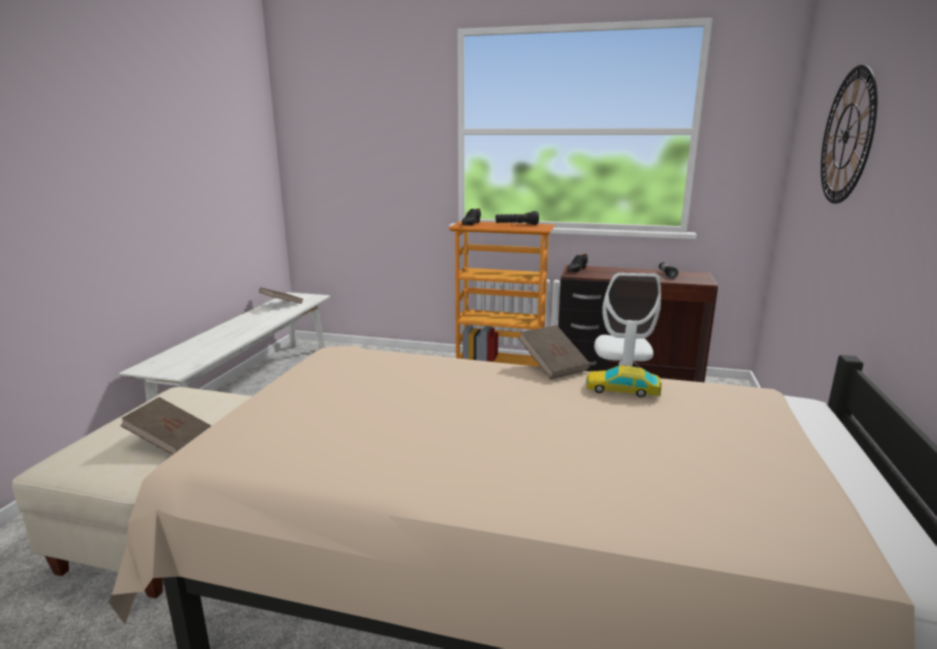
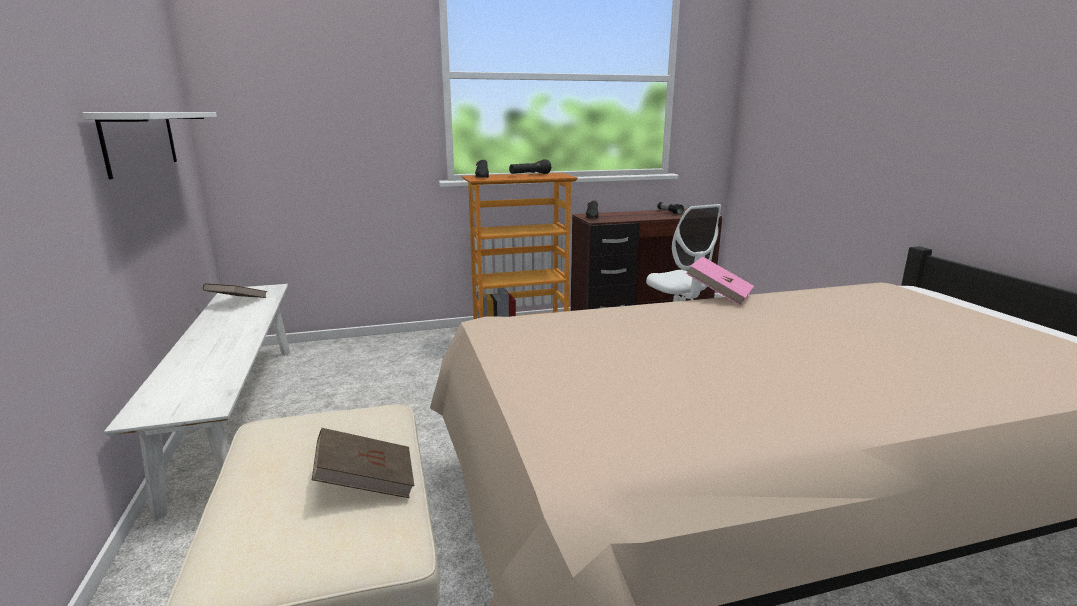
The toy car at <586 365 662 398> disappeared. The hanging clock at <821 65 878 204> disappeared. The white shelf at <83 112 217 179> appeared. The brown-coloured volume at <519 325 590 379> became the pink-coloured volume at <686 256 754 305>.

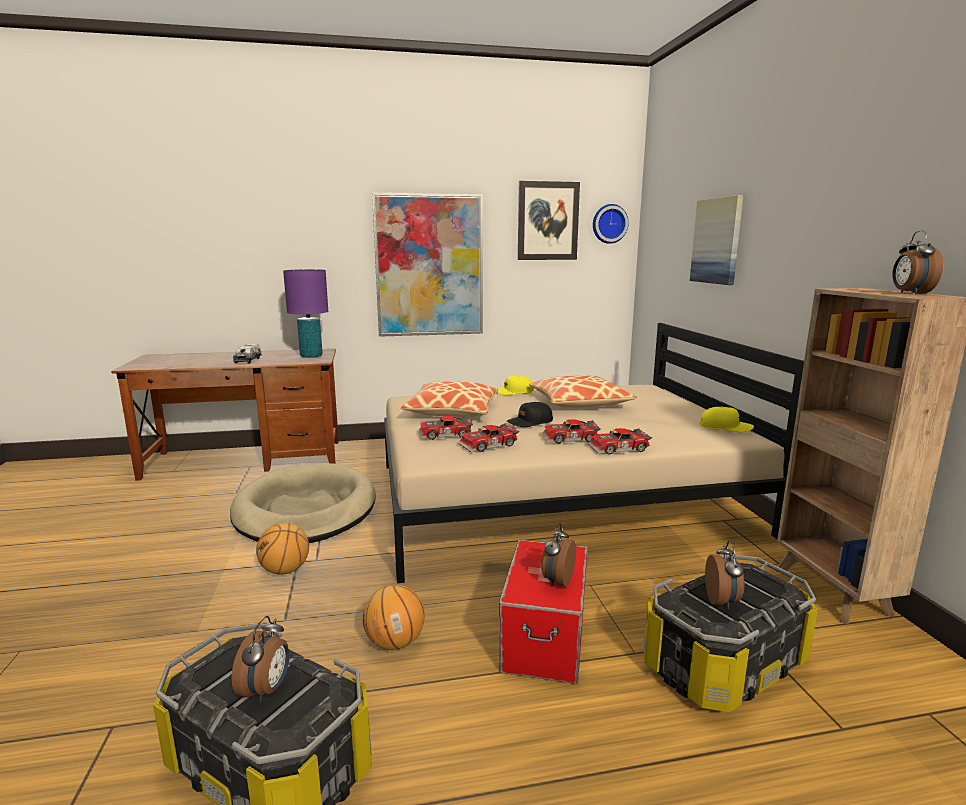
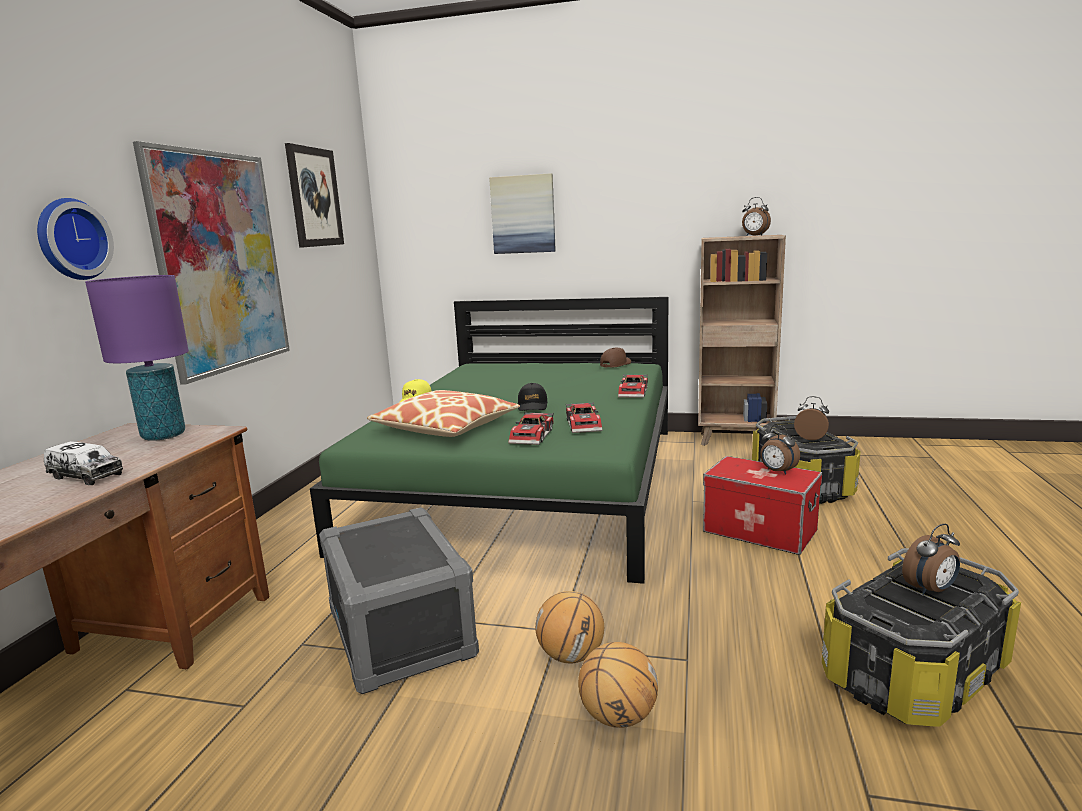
The throw pillow at <529 375 637 408> disappeared. The toy car at <542 419 601 444> disappeared. The basketball moved from <363 585 425 650> to <578 642 658 728>. The hanging clock moved from <593 204 629 244> to <37 198 114 280>. The beige-coloured dog cushion at <230 463 376 543> was replaced by the gray storage container at <319 507 479 694>. The beige-coloured bed at <384 323 804 583> became the green bed at <310 297 668 584>. The yellow-coloured baseball cap at <699 407 754 432> became the brown-coloured baseball cap at <600 348 631 368>. The table clock at <231 616 289 702> turned 120 degrees clockwise.

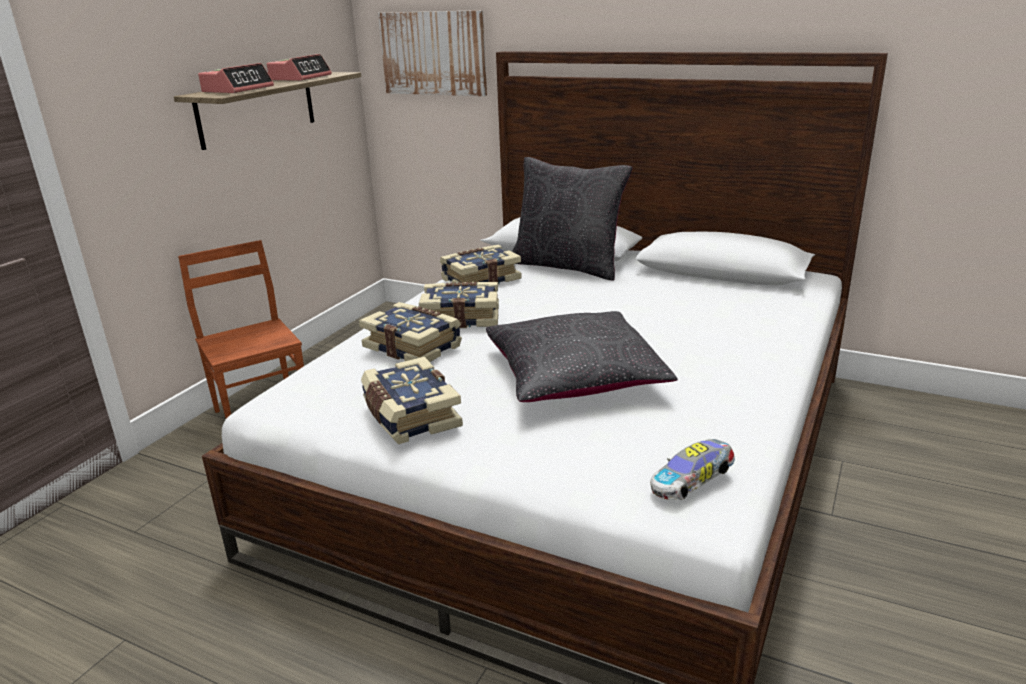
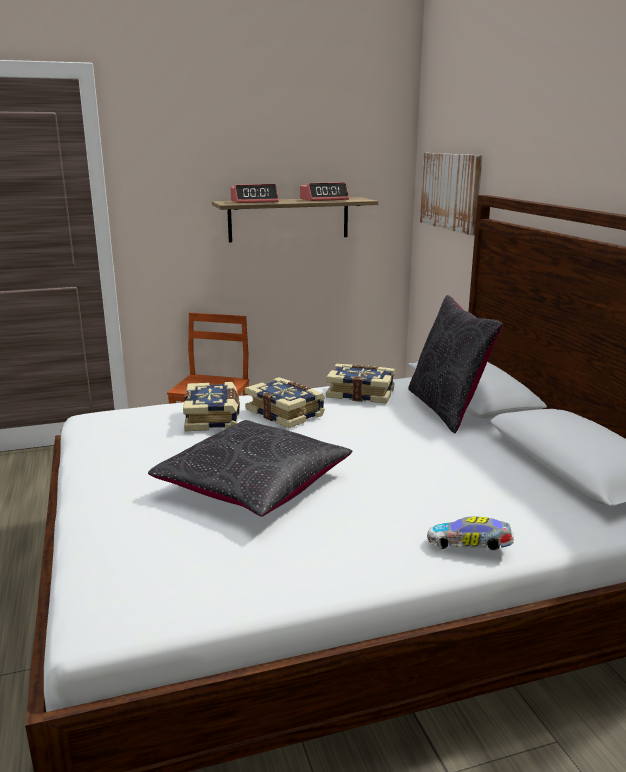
The volume at <361 357 463 444> disappeared. The toy car moved from <650 439 735 500> to <427 516 514 550>.

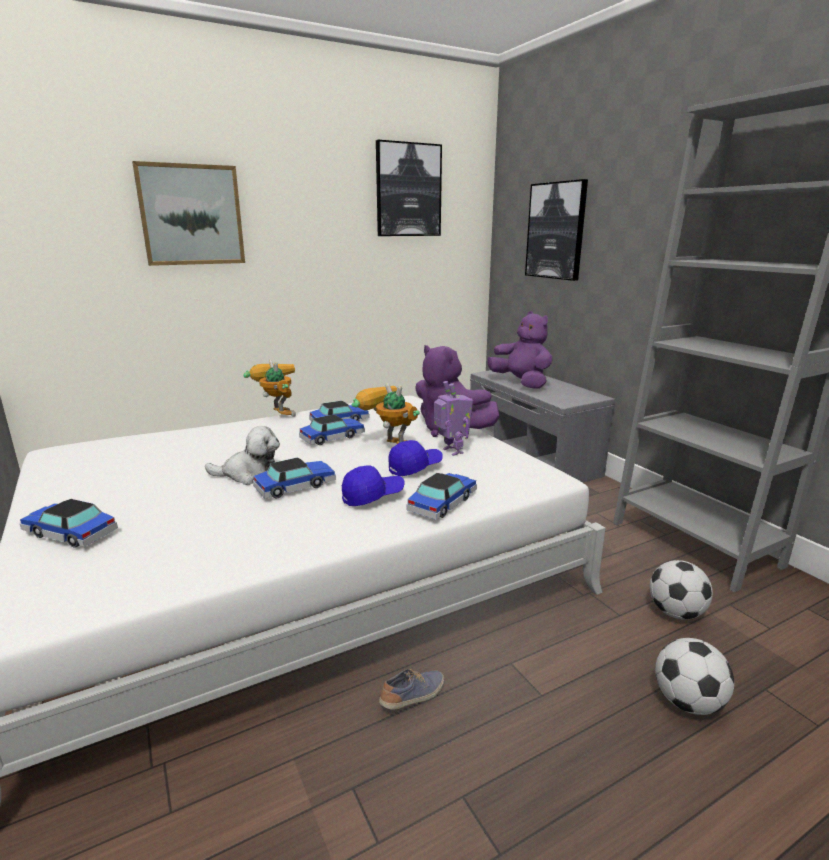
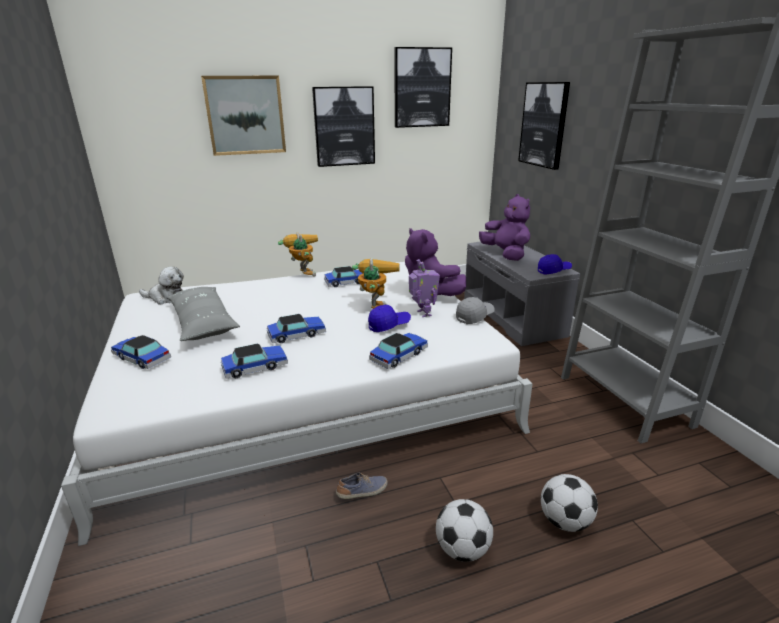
The gray throw pillow at <166 287 240 341> appeared. The wall picture at <312 86 375 167> appeared. The gray baseball cap at <456 297 495 324> appeared. The cuddly toy moved from <205 426 280 485> to <139 266 184 305>. The toy car moved from <299 415 365 445> to <221 343 288 379>. The blue-coloured baseball cap moved from <342 466 405 506> to <538 254 572 274>. The football ball moved from <650 560 713 620> to <436 499 493 562>. The robot figure at <352 383 420 444> turned 45 degrees clockwise.

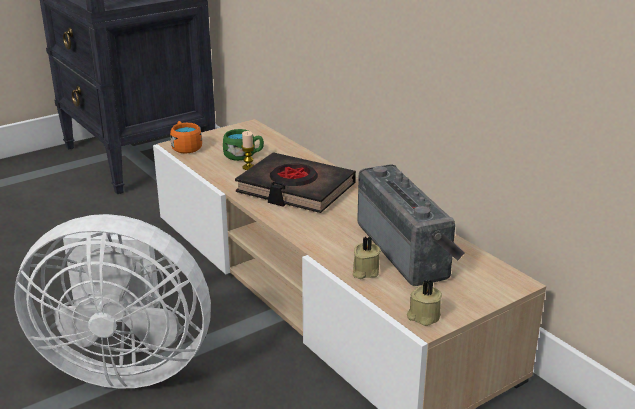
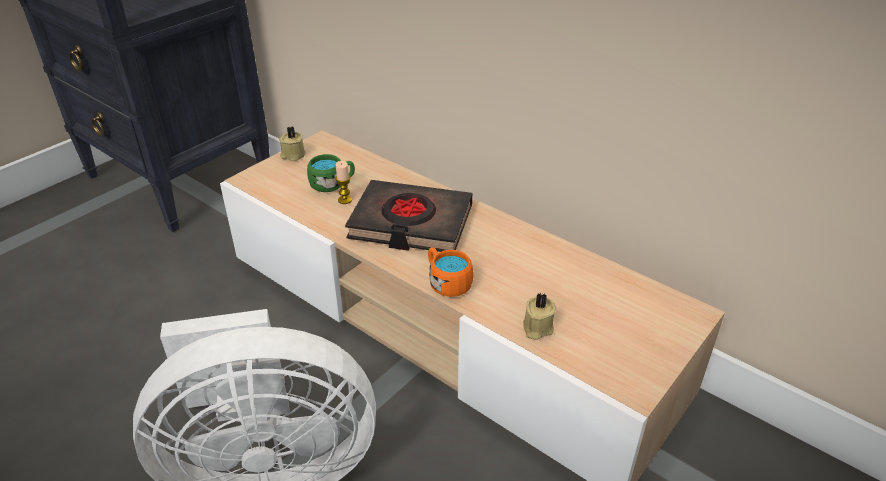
The radio receiver at <357 164 465 286> disappeared. The orangey coffee mug moved from <170 121 202 154> to <428 247 473 297>. The beige-coloured candle moved from <407 280 442 326> to <279 126 306 161>.

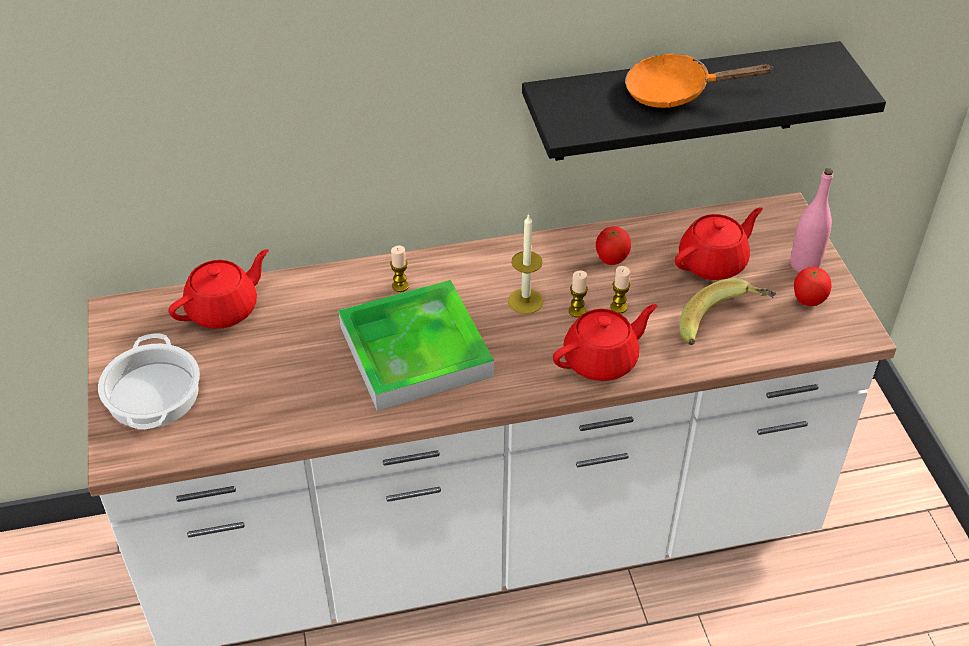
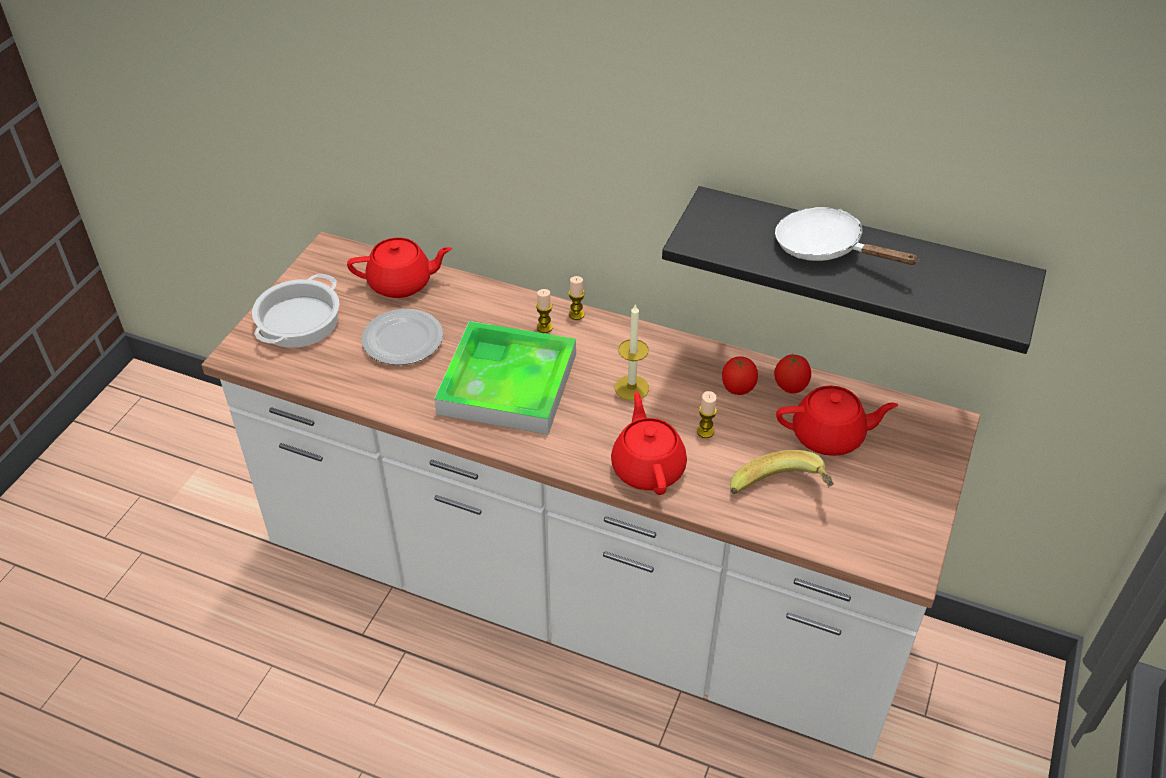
The pink-coloured beverage bottle at <790 168 833 272> disappeared. The dinner plate at <361 309 443 365> appeared. The candle moved from <569 270 588 317> to <568 276 585 320>. The whole tomato moved from <794 267 832 306> to <774 354 811 393>. The orangey frying pan at <625 53 773 108> became the white frying pan at <775 207 920 265>. The reddish teapot at <553 304 657 381> turned 105 degrees counterclockwise.

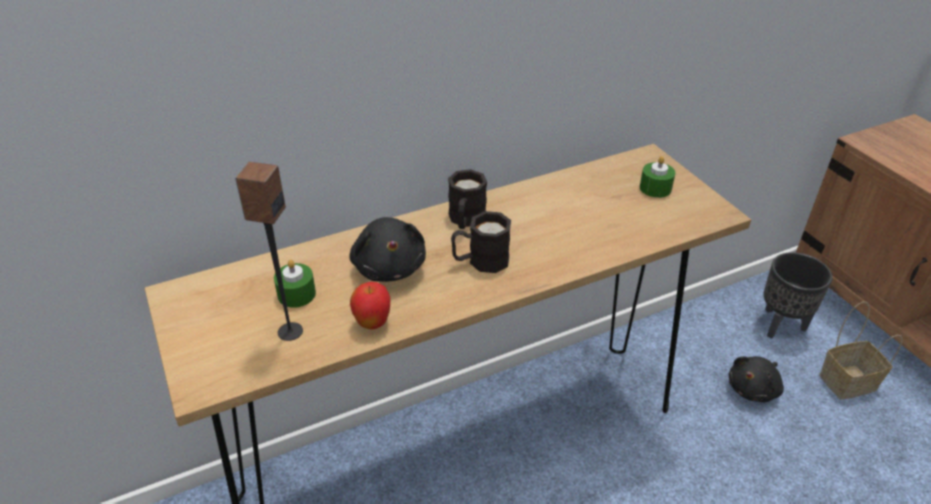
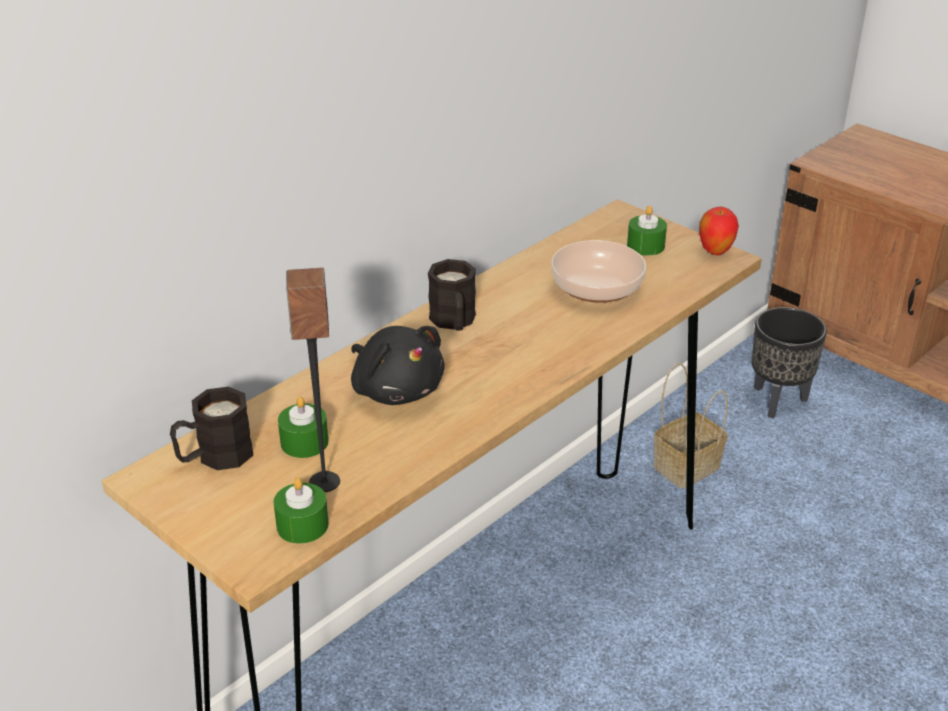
The black cuddly toy at <728 356 784 402> disappeared. The green candle at <273 478 329 544> appeared. The deep dish at <551 240 646 303> appeared. The apple fruit moved from <350 282 391 329> to <699 206 739 255>. The black coffee mug moved from <451 211 511 273> to <170 387 253 470>. The basket moved from <819 301 903 400> to <653 363 728 489>.

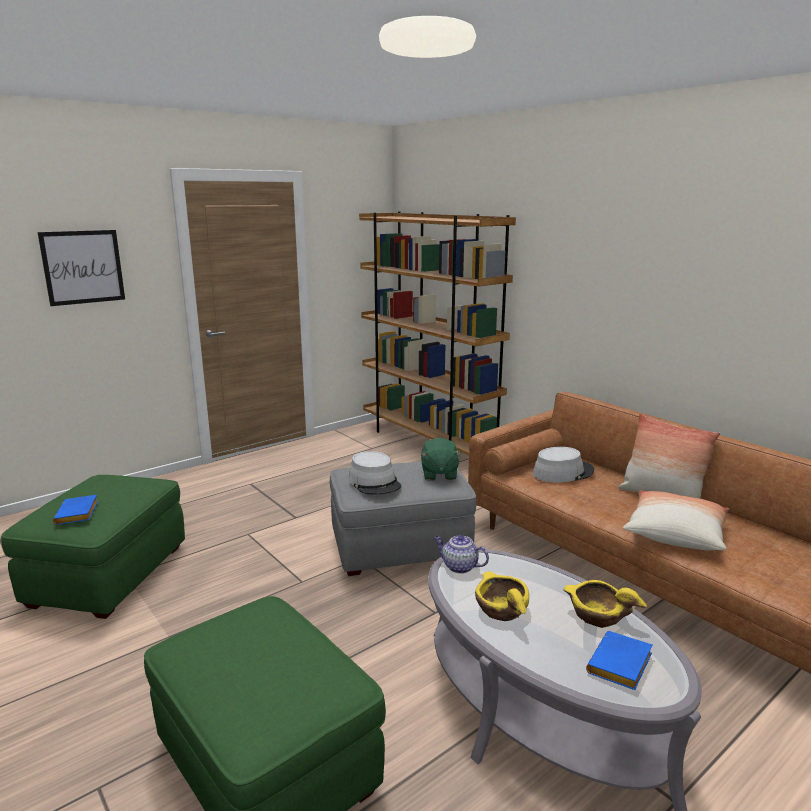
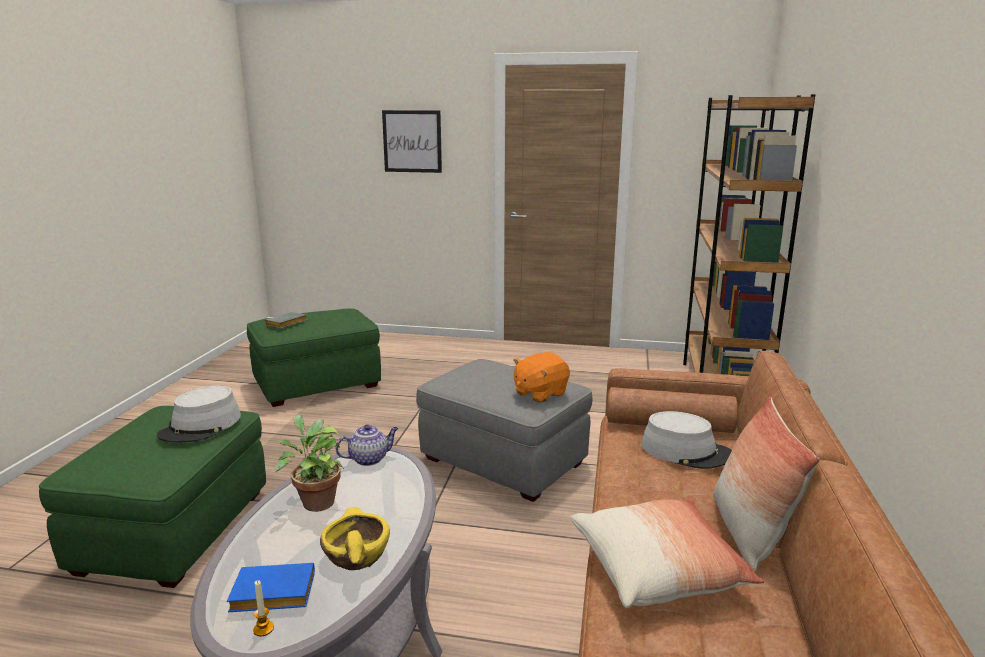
The candle at <253 580 274 636> appeared. The gray wearable hat moved from <349 451 401 494> to <157 386 241 442>. The yellow-coloured deep dish at <475 571 529 621> was replaced by the plant in a pot at <275 414 344 512>. The blue-coloured volume at <53 495 98 525> became the gray volume at <265 312 307 328>. The green cuddly toy at <420 438 462 481> became the orangey cuddly toy at <513 352 570 403>. The teapot at <434 535 489 574> turned 75 degrees clockwise.

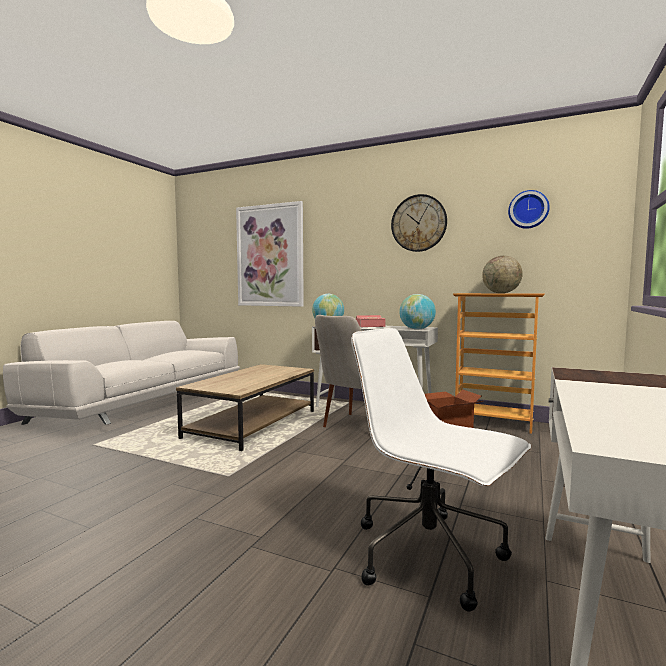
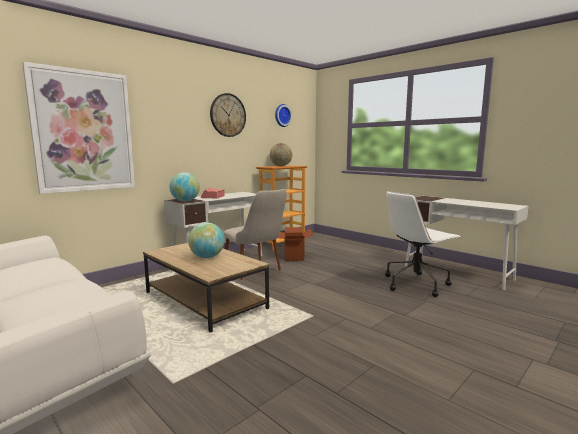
The globe moved from <399 294 436 330> to <188 223 225 258>.

